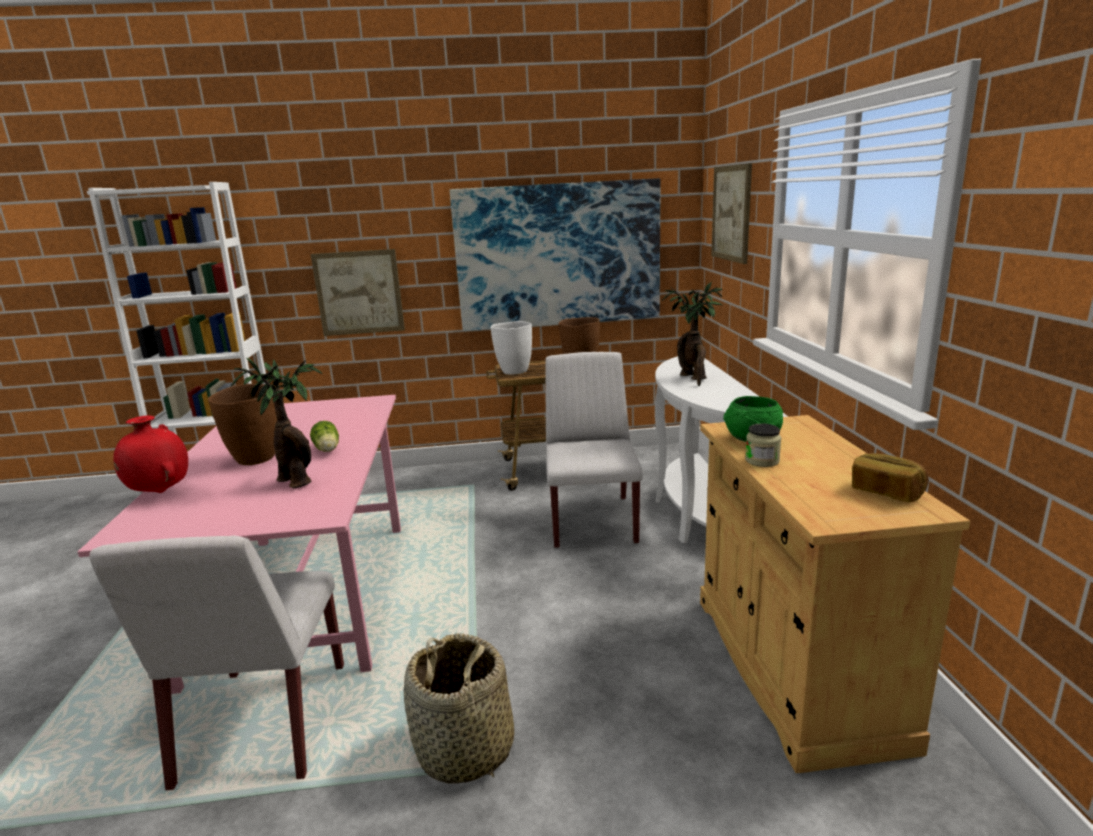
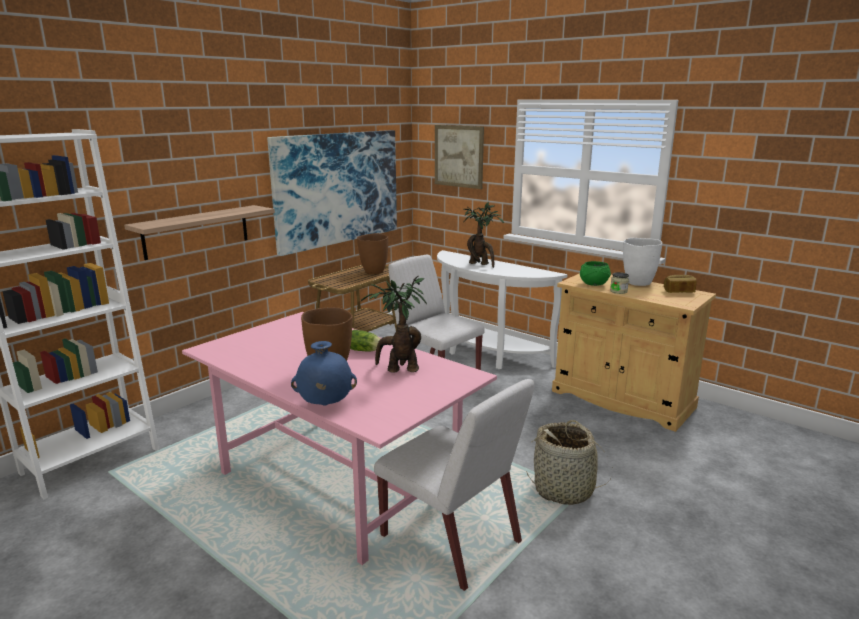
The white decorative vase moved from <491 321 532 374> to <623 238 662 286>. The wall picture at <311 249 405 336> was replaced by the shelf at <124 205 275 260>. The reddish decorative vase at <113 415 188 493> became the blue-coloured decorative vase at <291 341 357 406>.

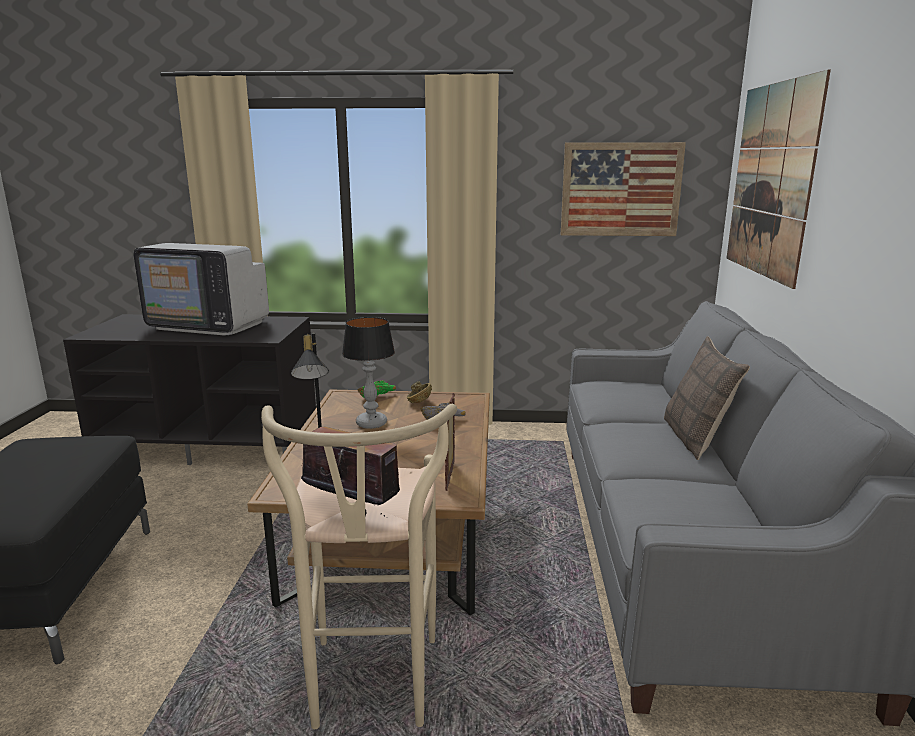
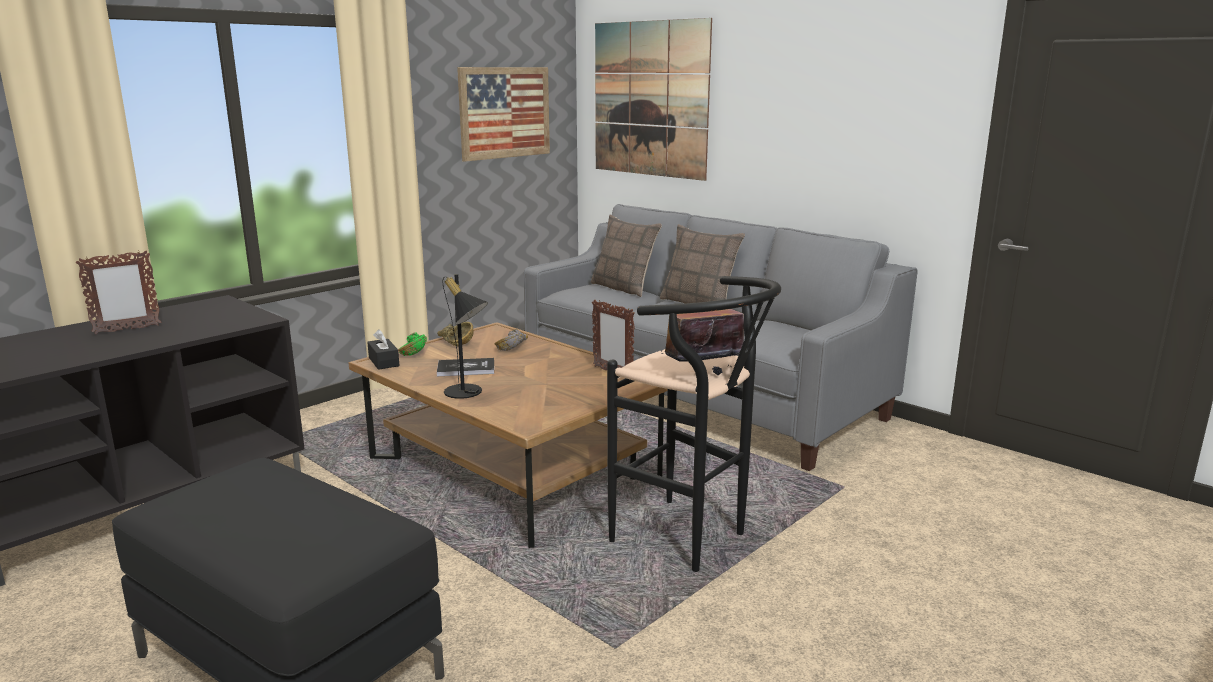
The black tissue box at <367 329 399 370> appeared. The throw pillow at <591 214 662 297> appeared. The television at <133 243 269 335> was replaced by the picture frame at <76 250 161 334>. The table lamp at <342 317 395 429> was replaced by the volume at <437 358 494 376>. The beige-coloured stool at <261 404 457 729> became the black stool at <607 276 781 572>.

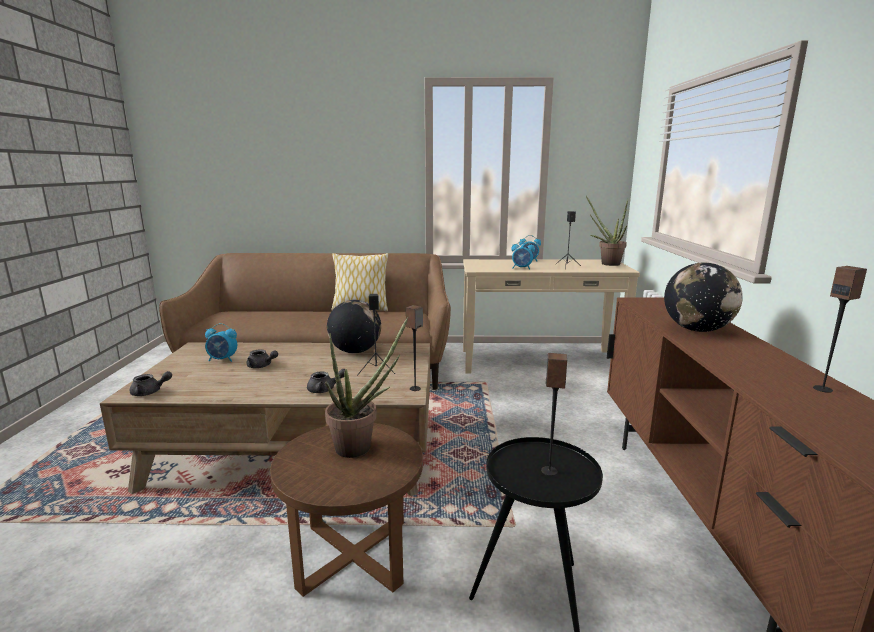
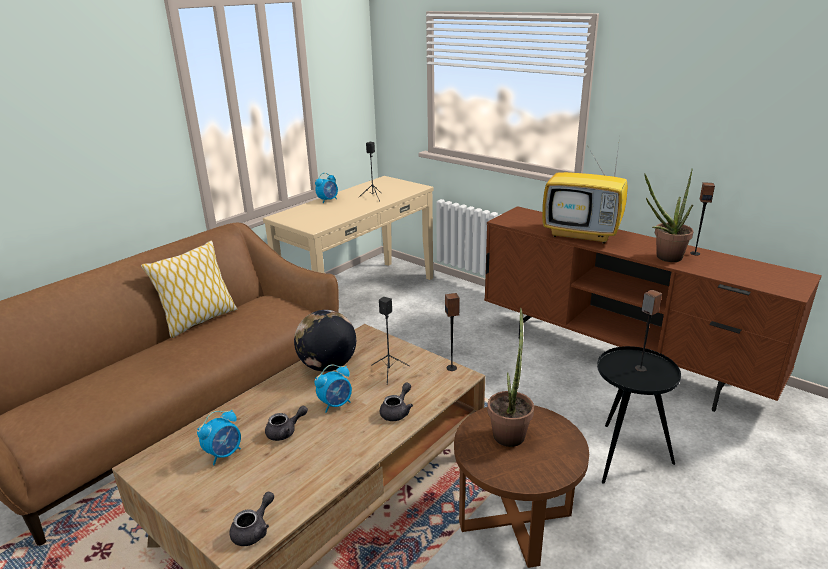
The table clock moved from <512 240 535 270> to <314 365 352 413>. The plant in a pot moved from <586 196 628 266> to <644 169 694 262>. The globe at <664 263 743 332> was replaced by the television at <542 138 628 244>.

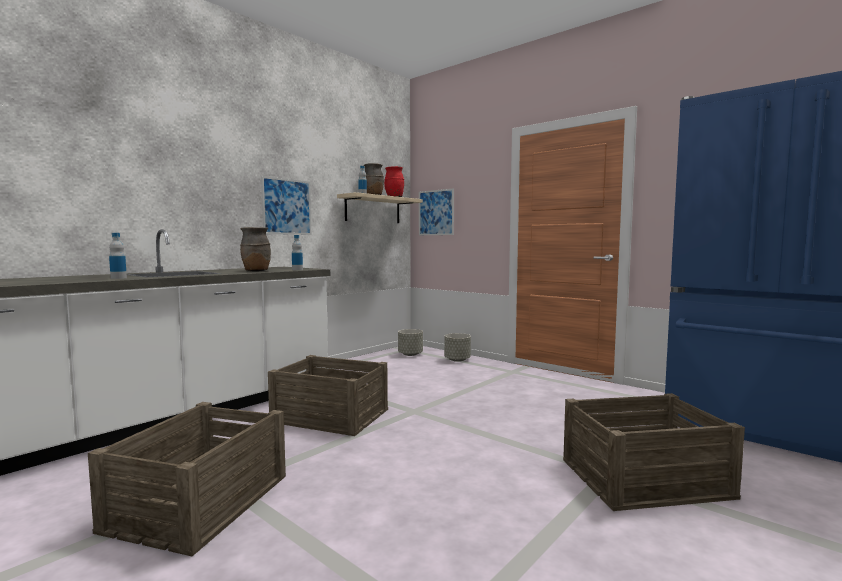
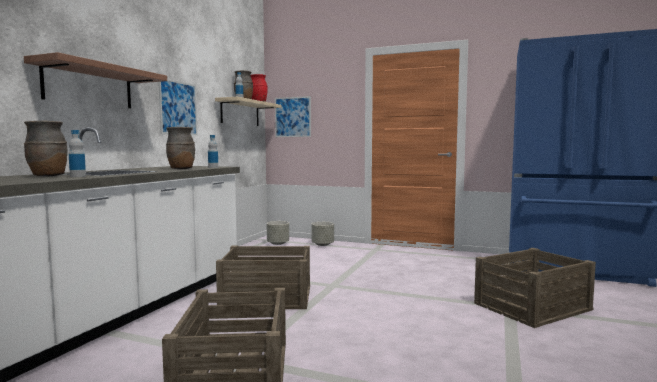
The shelf at <24 52 167 108> appeared. The brown-coloured decorative vase at <24 120 67 176> appeared.

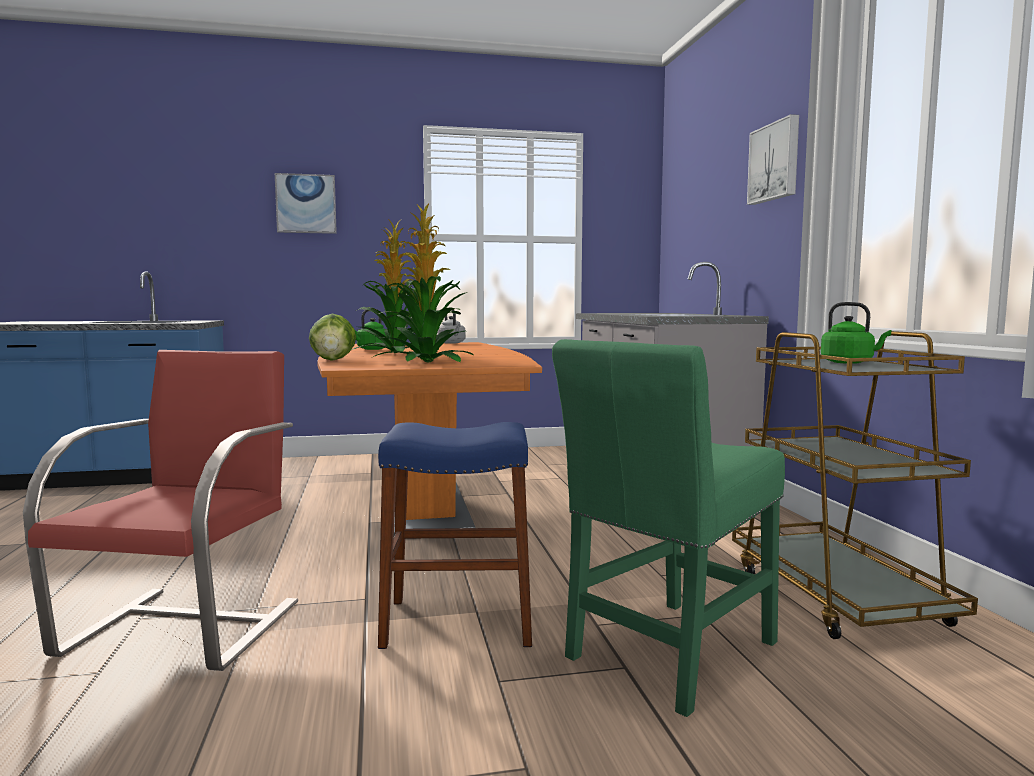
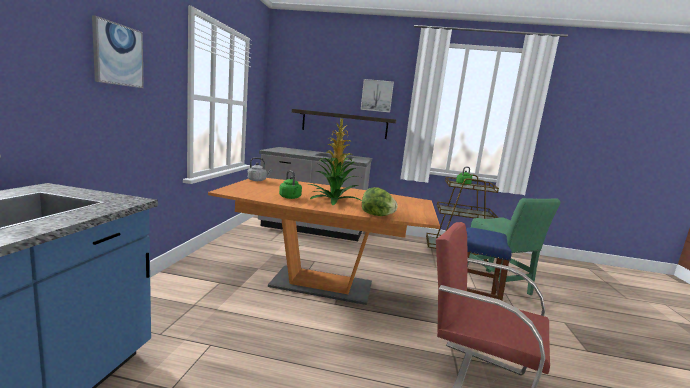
The plant in a pot at <373 203 474 363> disappeared. The shelf at <292 109 396 139> appeared.

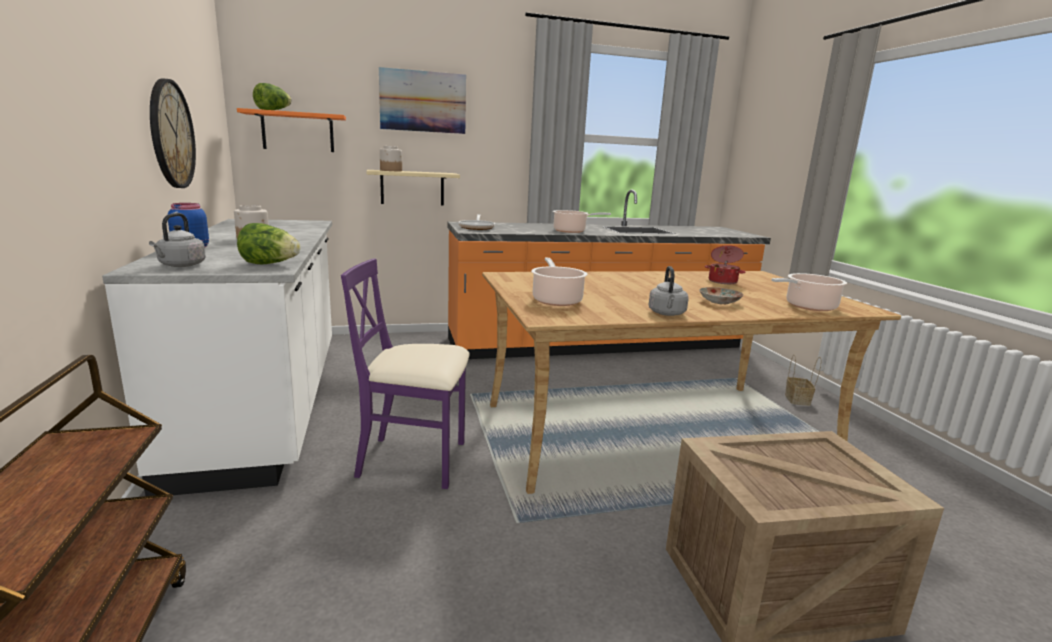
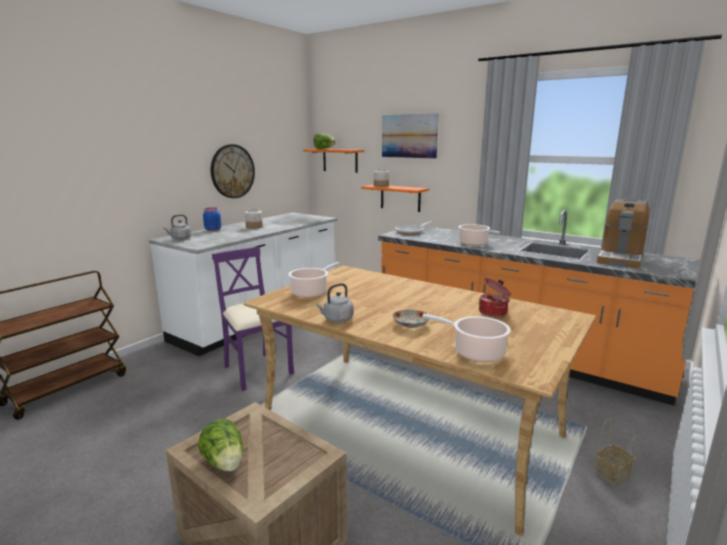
The coffee brewer at <597 199 650 268> appeared. The lettuce moved from <237 223 301 265> to <198 419 243 472>. The beige-coloured shelf at <366 170 460 206> became the orangey shelf at <361 185 429 212>.

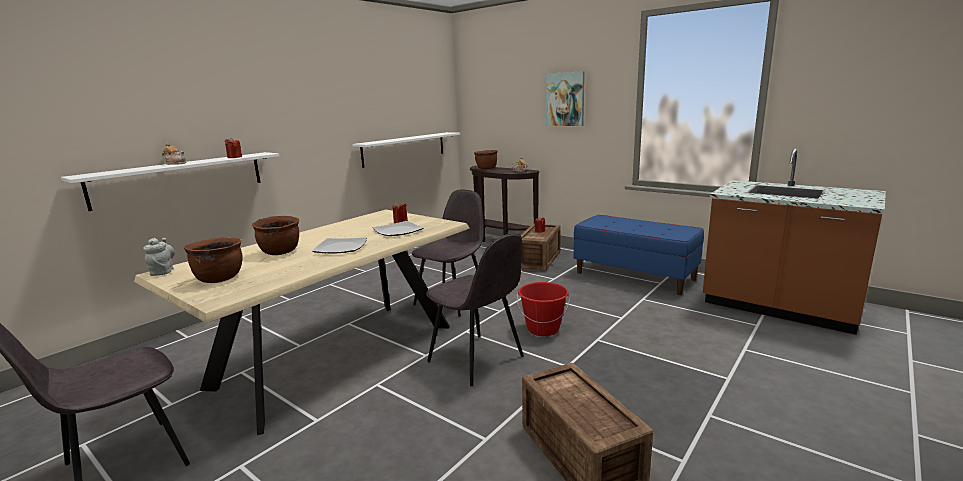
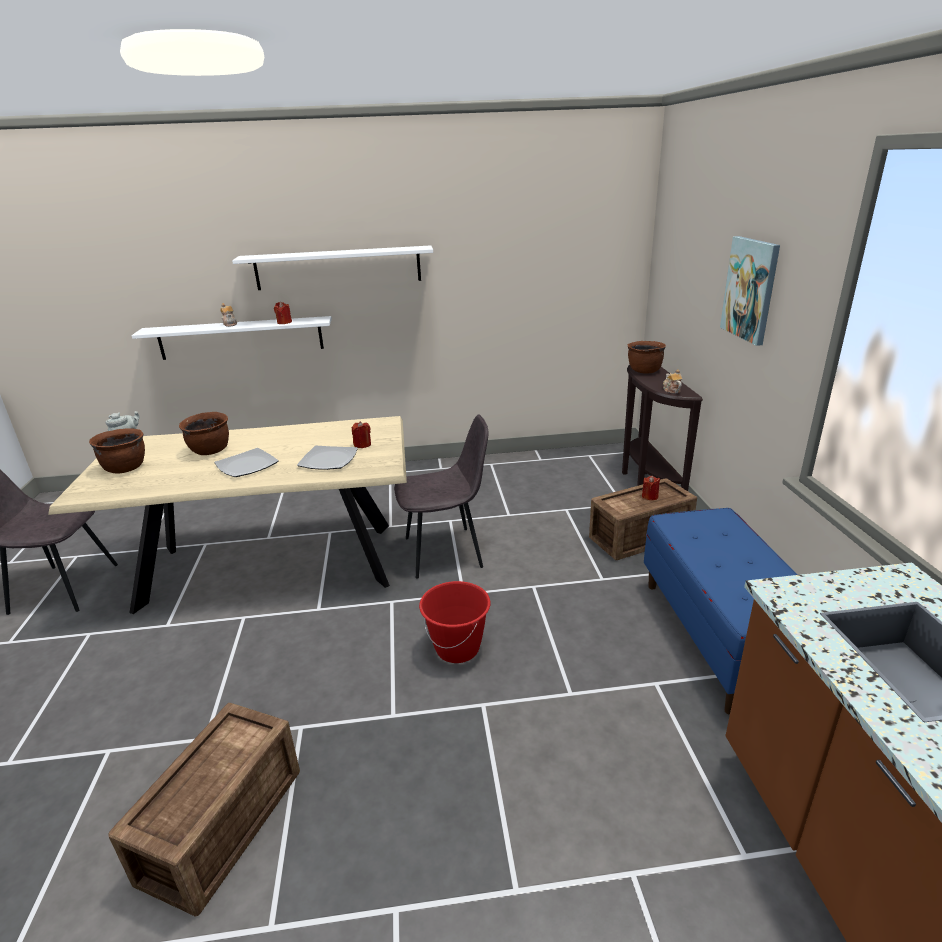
The gray upright chair at <426 233 524 386> disappeared. The white shelf moved from <352 132 460 168> to <232 245 433 290>.

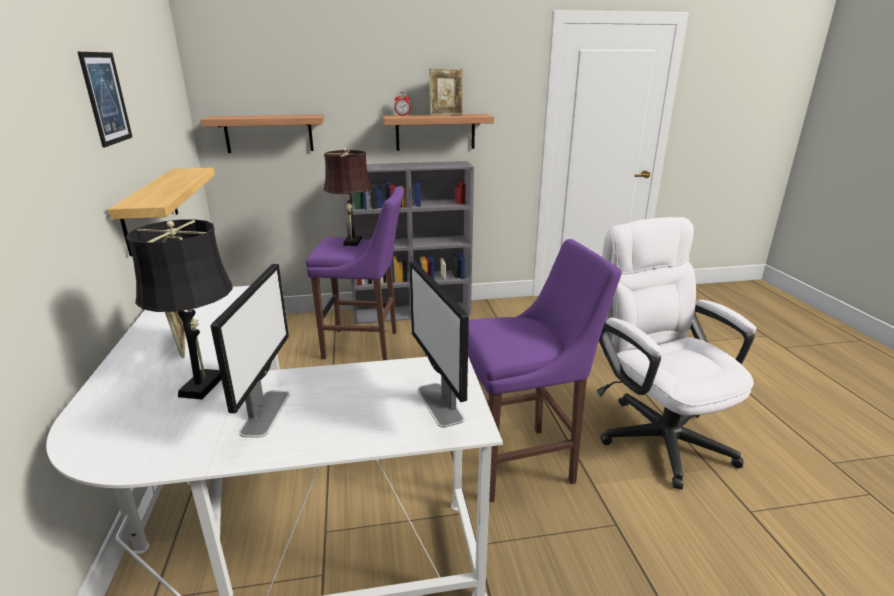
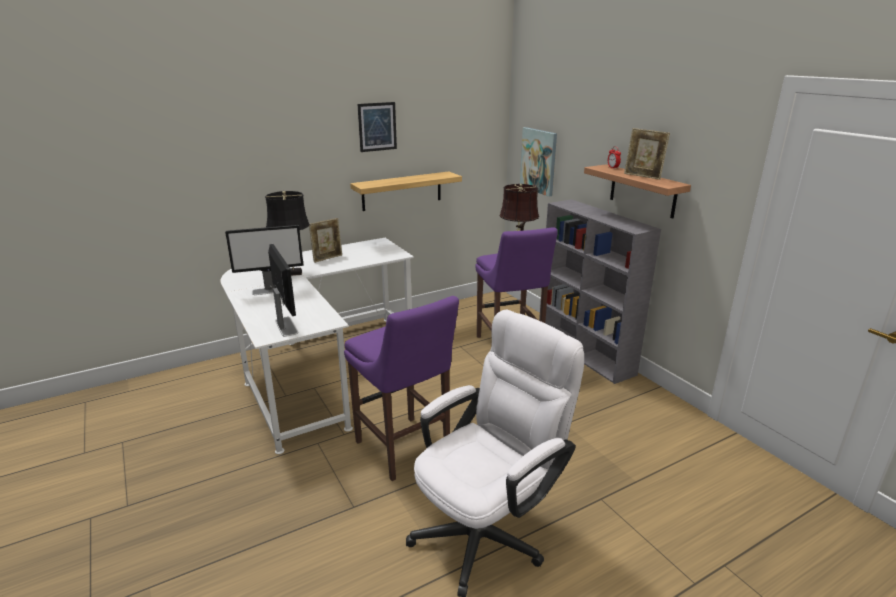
The shelf at <200 114 324 153> was replaced by the wall picture at <520 127 557 197>. The computer screen at <410 261 469 428> turned 105 degrees clockwise.

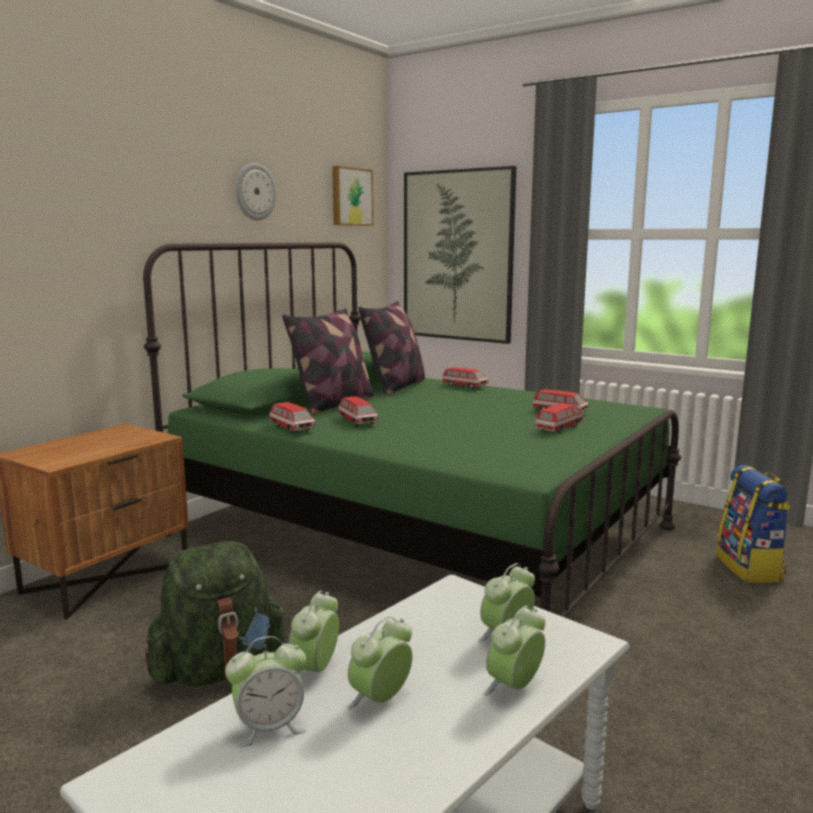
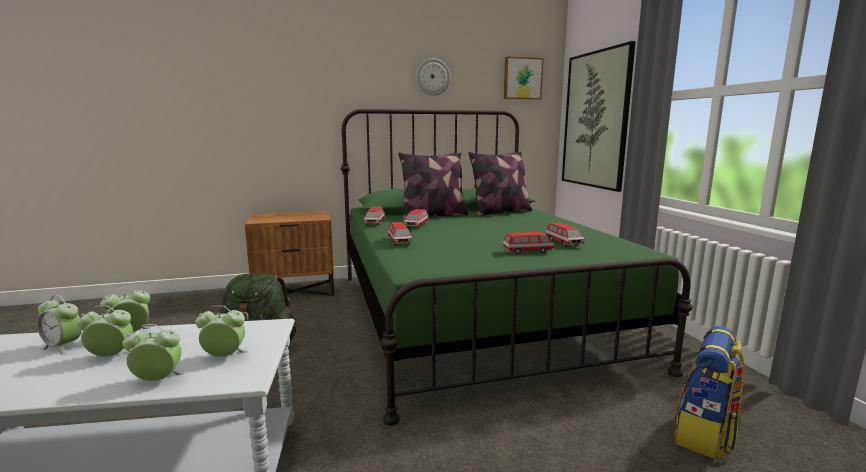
The toy car moved from <442 367 489 389> to <388 222 413 245>.

